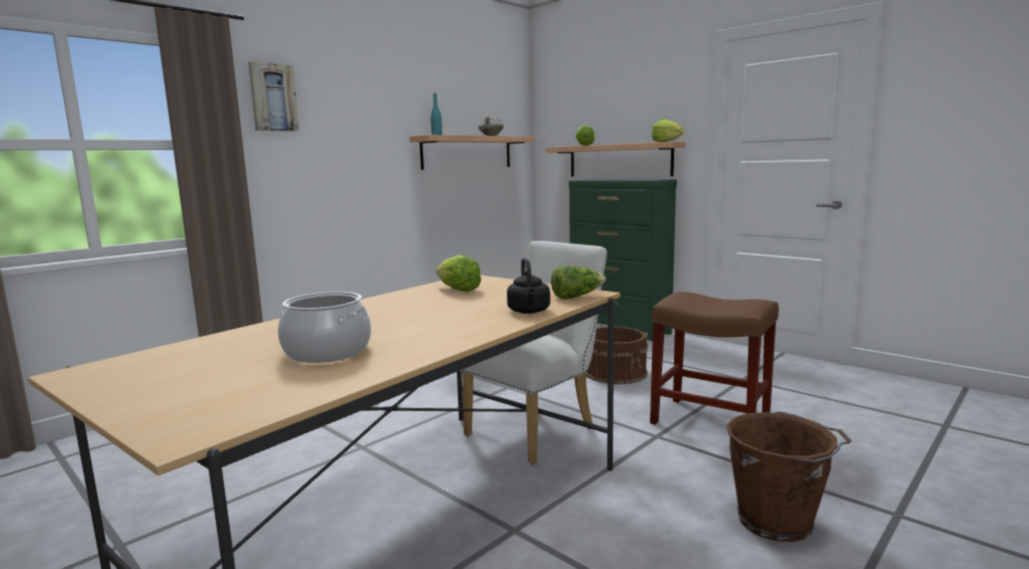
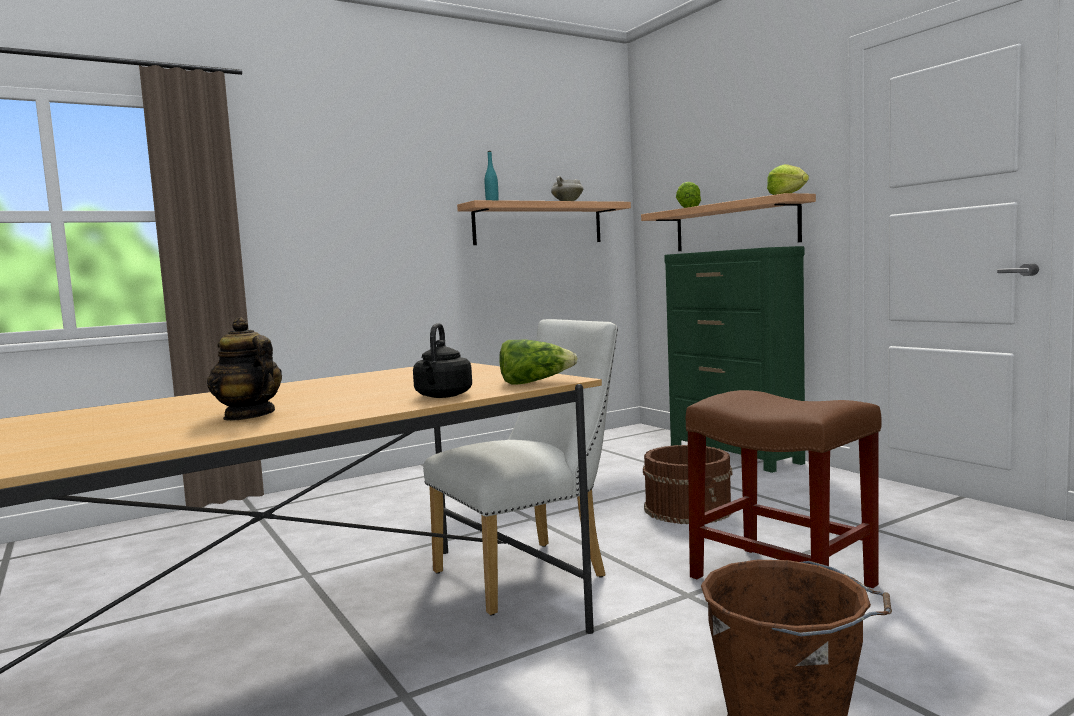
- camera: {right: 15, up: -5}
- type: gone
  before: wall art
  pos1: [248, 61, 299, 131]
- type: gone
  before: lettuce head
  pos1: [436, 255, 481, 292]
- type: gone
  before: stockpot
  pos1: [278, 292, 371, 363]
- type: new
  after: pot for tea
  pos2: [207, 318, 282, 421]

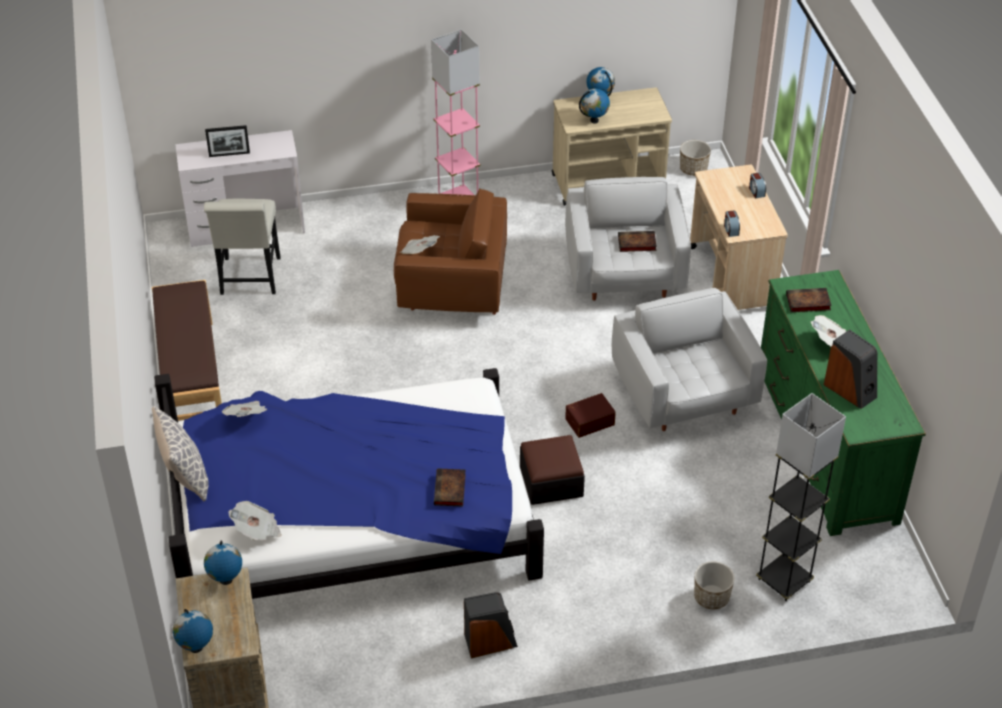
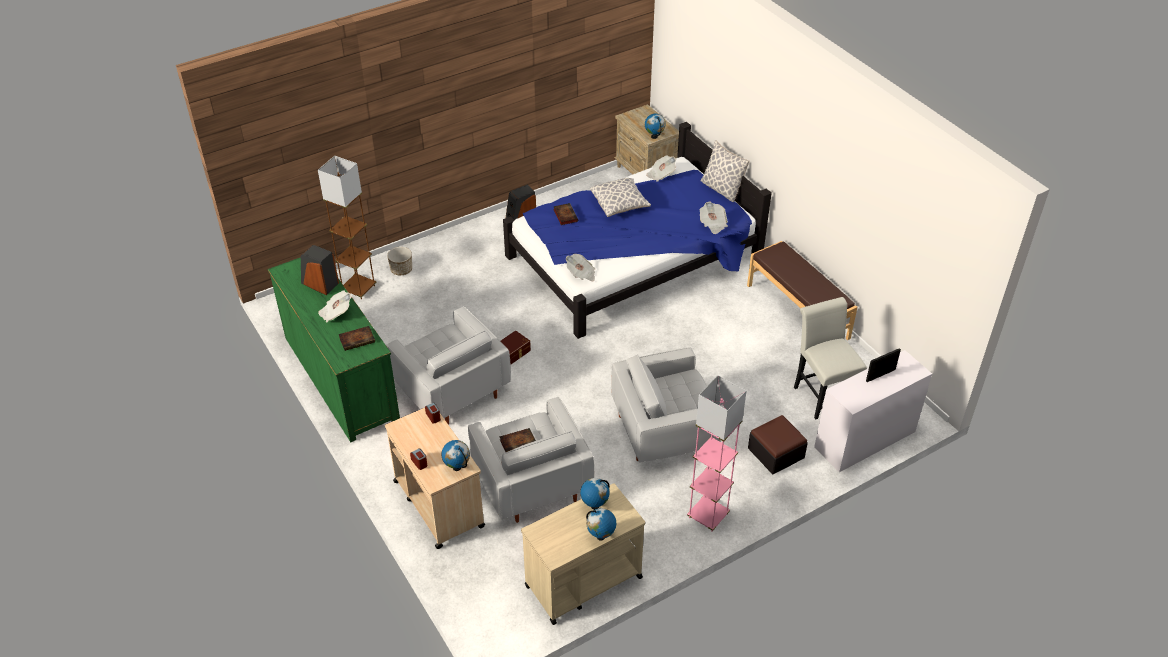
- camera: {right: 160, up: 0}
- type: gone
  before: planter
  pos1: [680, 140, 711, 176]
- type: repainted
  before: armchair in brownish
  after: armchair in white-coloured
  pos1: [394, 188, 507, 315]
  pos2: [611, 347, 721, 462]
- type: shifted
  before: printed paper
  pos1: [400, 235, 440, 254]
  pos2: [566, 254, 595, 281]
- type: repainted
  before: standard lamp in greyish
  after: standard lamp in brownish
  pos1: [756, 393, 846, 601]
  pos2: [318, 156, 376, 299]
- type: shifted
  before: footrest
  pos1: [520, 435, 585, 505]
  pos2: [748, 415, 808, 474]
- type: shifted
  before: desk globe
  pos1: [173, 609, 213, 653]
  pos2: [441, 440, 470, 471]
- type: new
  after: cushion
  pos2: [590, 178, 651, 217]

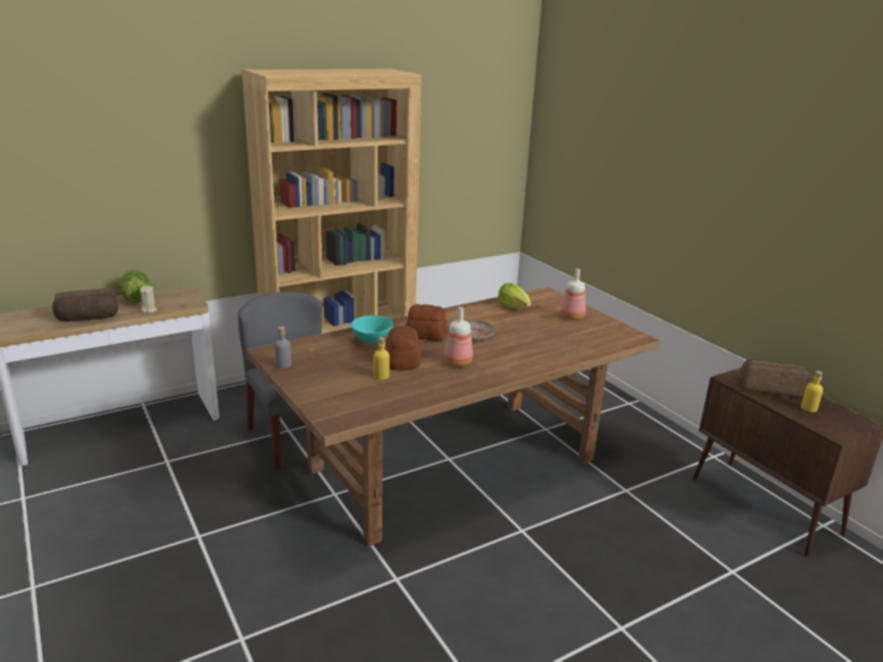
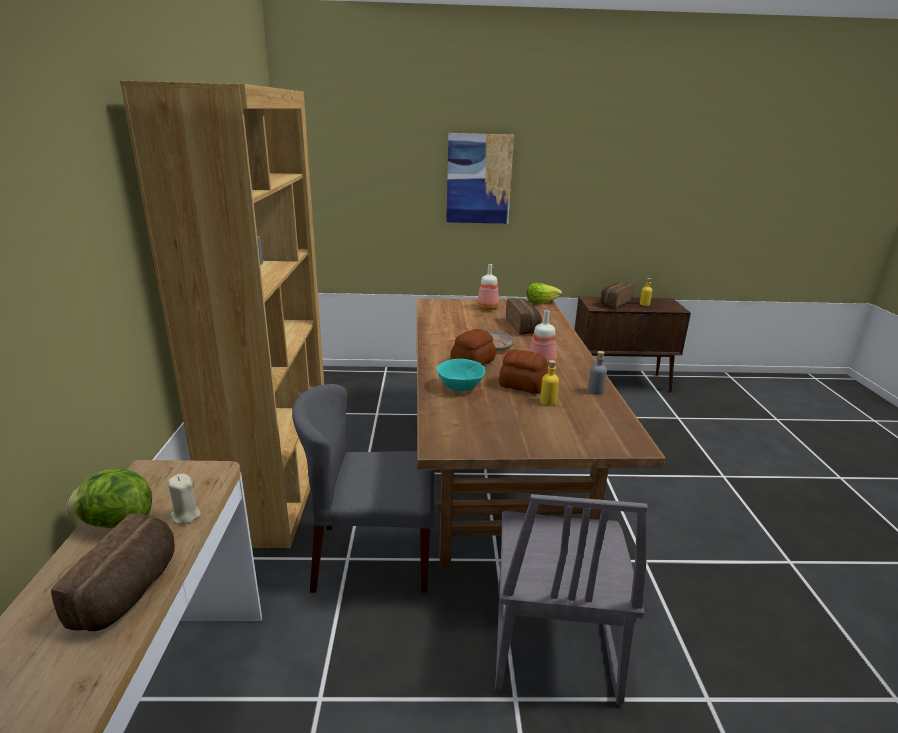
- camera: {right: -60, up: 0}
- type: shifted
  before: lettuce head
  pos1: [498, 283, 531, 308]
  pos2: [527, 283, 562, 303]
- type: shifted
  before: bottle in greyish
  pos1: [275, 327, 291, 369]
  pos2: [588, 351, 607, 395]
- type: new
  after: wall art
  pos2: [446, 133, 514, 224]
- type: new
  after: baked bread
  pos2: [506, 298, 542, 335]
- type: new
  after: chair in greyish
  pos2: [495, 494, 648, 705]

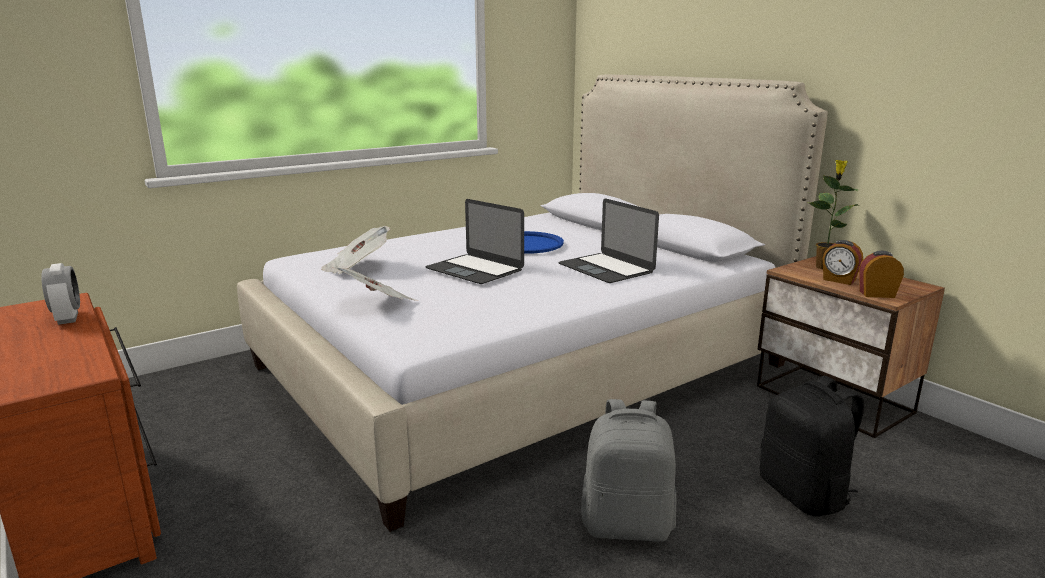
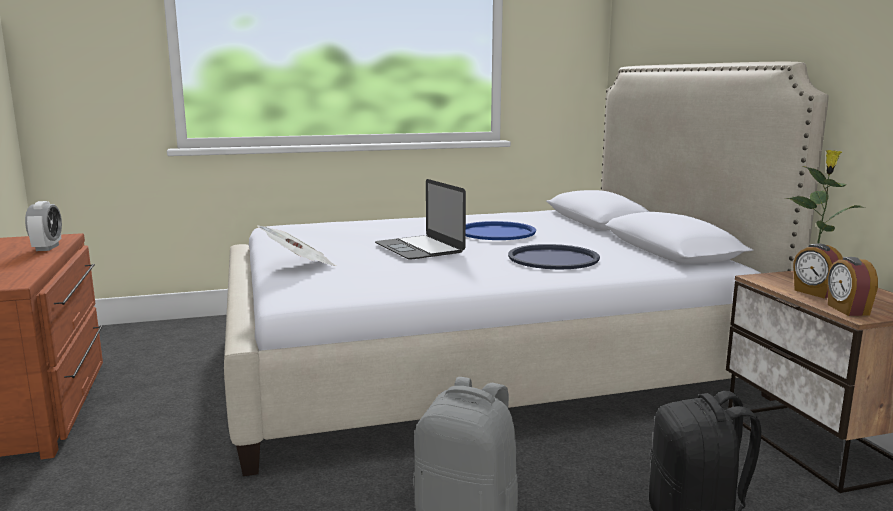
- camera: {right: 20, up: -5}
- type: swapped
  before: notebook computer
  after: carrying tray in blue-coloured
  pos1: [558, 198, 659, 283]
  pos2: [508, 244, 600, 269]
- type: gone
  before: printed paper
  pos1: [321, 226, 390, 274]
- type: rotated
  before: bedside clock
  pos1: [859, 251, 904, 298]
  pos2: [828, 257, 878, 316]
  turn: -120

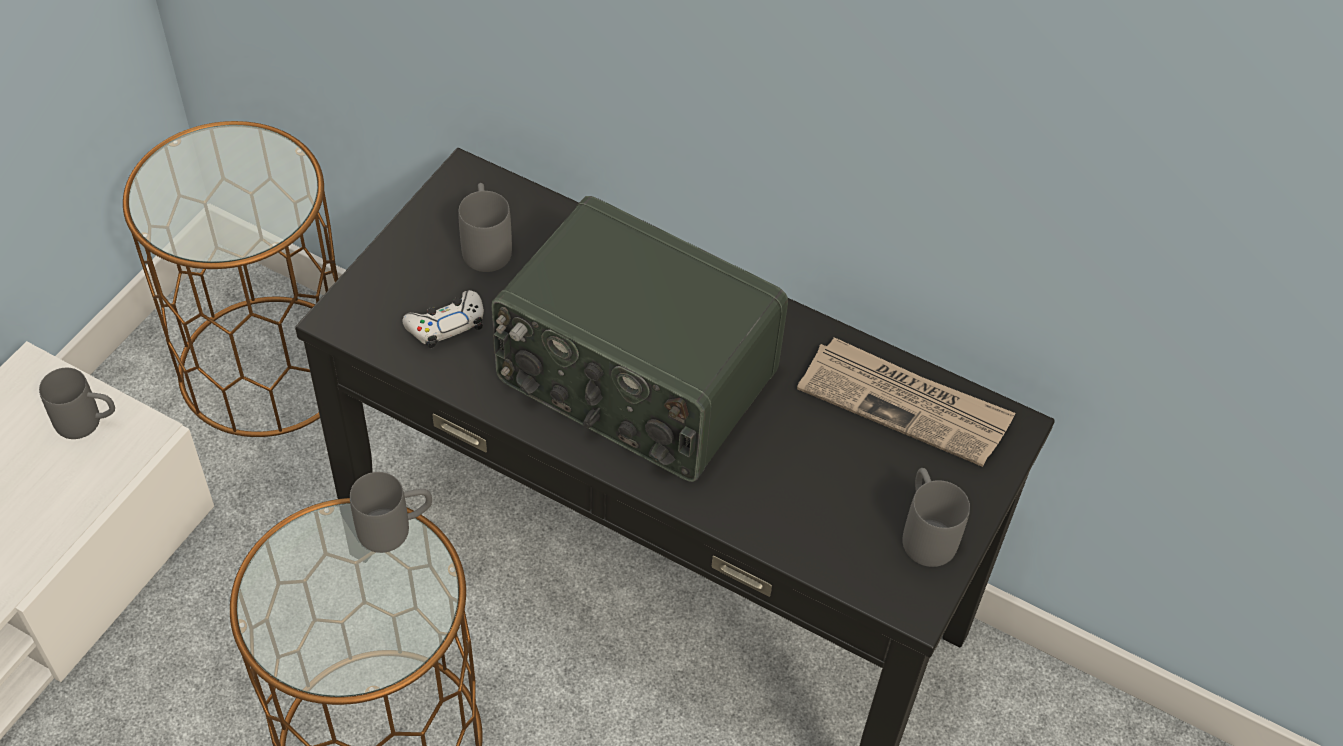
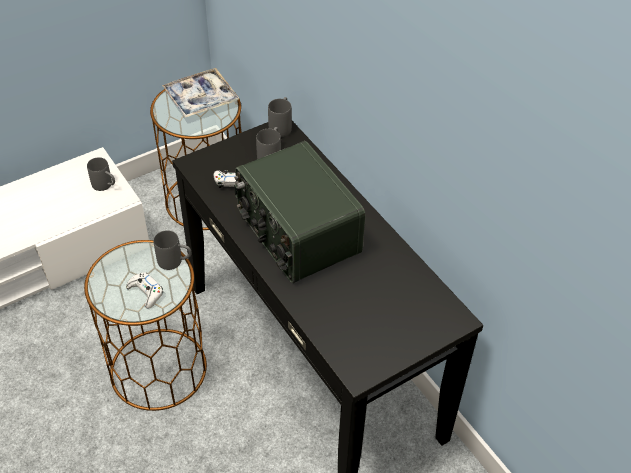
- camera: {right: 30, up: -5}
- type: gone
  before: printed paper
  pos1: [797, 337, 1016, 467]
- type: shifted
  before: tea mug in greyish
  pos1: [902, 468, 970, 567]
  pos2: [268, 97, 292, 137]
- type: new
  after: carrying tray
  pos2: [162, 68, 239, 118]
- type: new
  after: gamepad in white-coloured
  pos2: [126, 272, 163, 309]

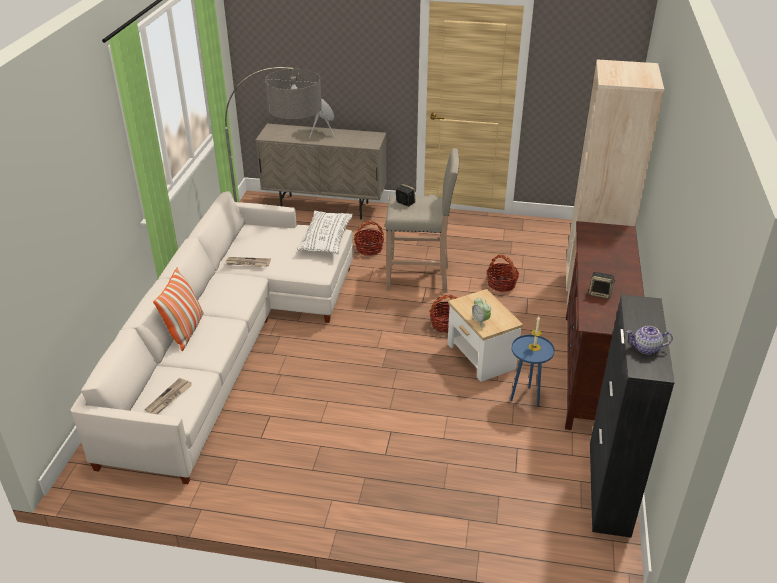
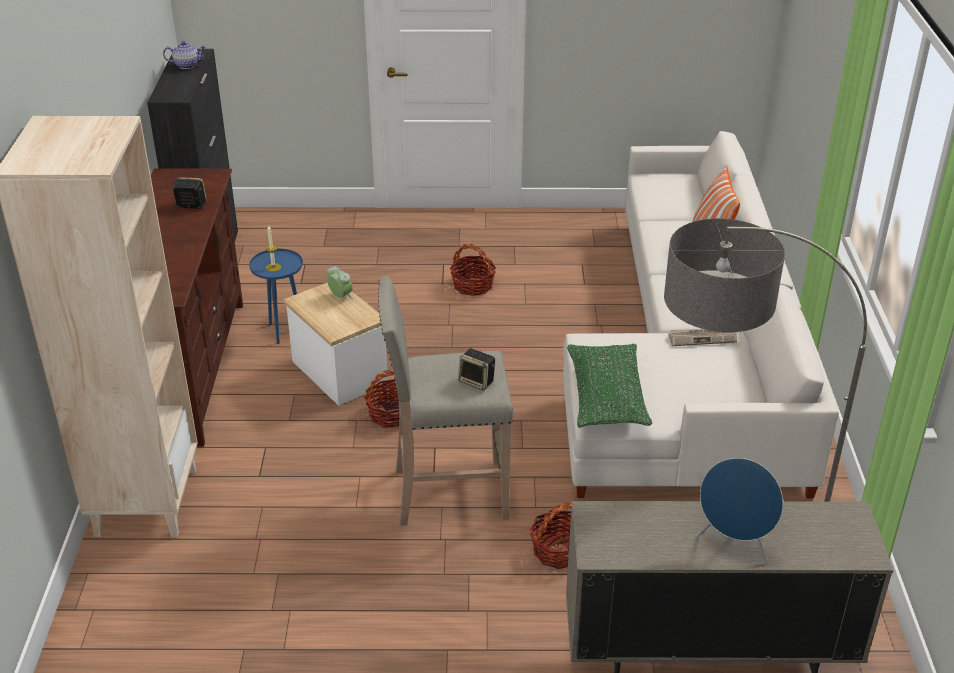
- camera: {right: 170, up: 0}
- type: repainted
  before: cushion in white-coloured
  after: cushion in green
  pos1: [297, 210, 353, 254]
  pos2: [567, 344, 652, 428]
- type: shifted
  before: basket
  pos1: [487, 255, 519, 292]
  pos2: [450, 244, 496, 296]
- type: gone
  before: printed paper
  pos1: [145, 378, 192, 414]

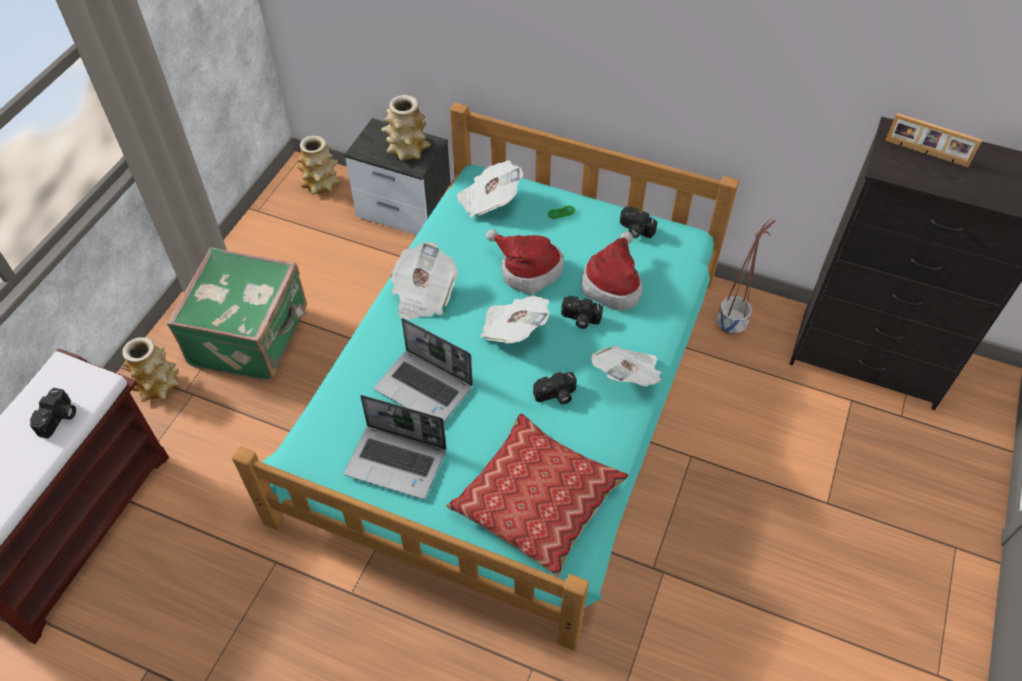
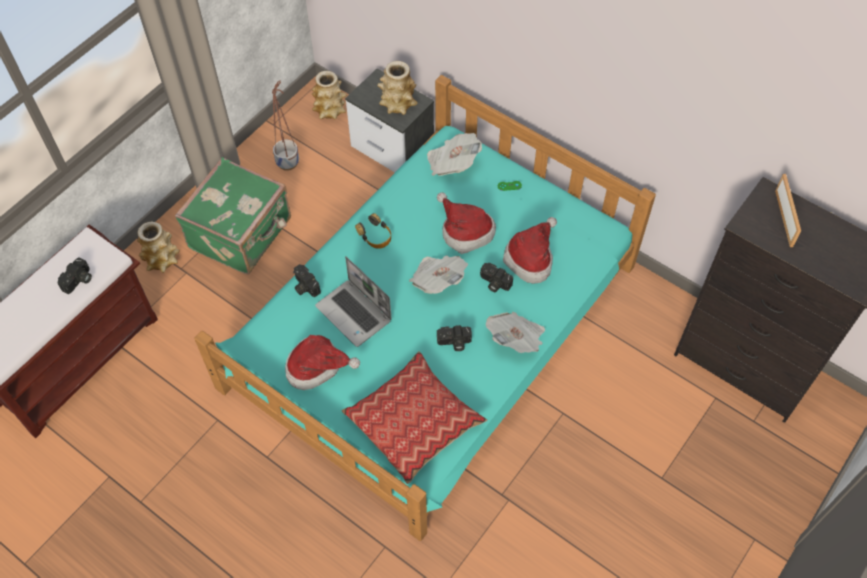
- camera: {right: 15, up: 5}
- type: rotated
  before: photo frame
  pos1: [885, 113, 982, 167]
  pos2: [775, 174, 801, 247]
  turn: -135
- type: shifted
  before: photo camera
  pos1: [620, 206, 657, 238]
  pos2: [293, 264, 321, 297]
- type: shifted
  before: planter
  pos1: [717, 218, 776, 335]
  pos2: [272, 81, 299, 171]
- type: swapped
  before: printed paper
  after: headset
  pos1: [390, 242, 458, 320]
  pos2: [355, 213, 391, 249]
- type: swapped
  before: notebook computer
  after: wearable hat
  pos1: [344, 395, 447, 499]
  pos2: [285, 335, 360, 390]

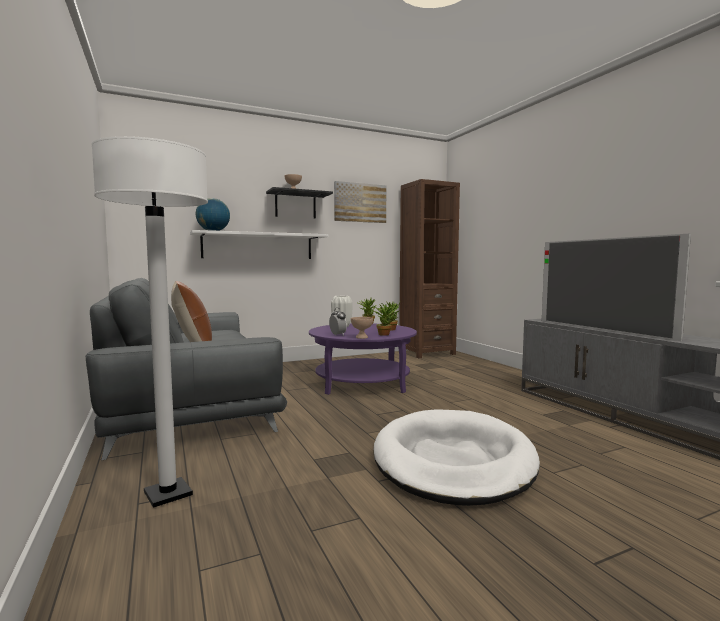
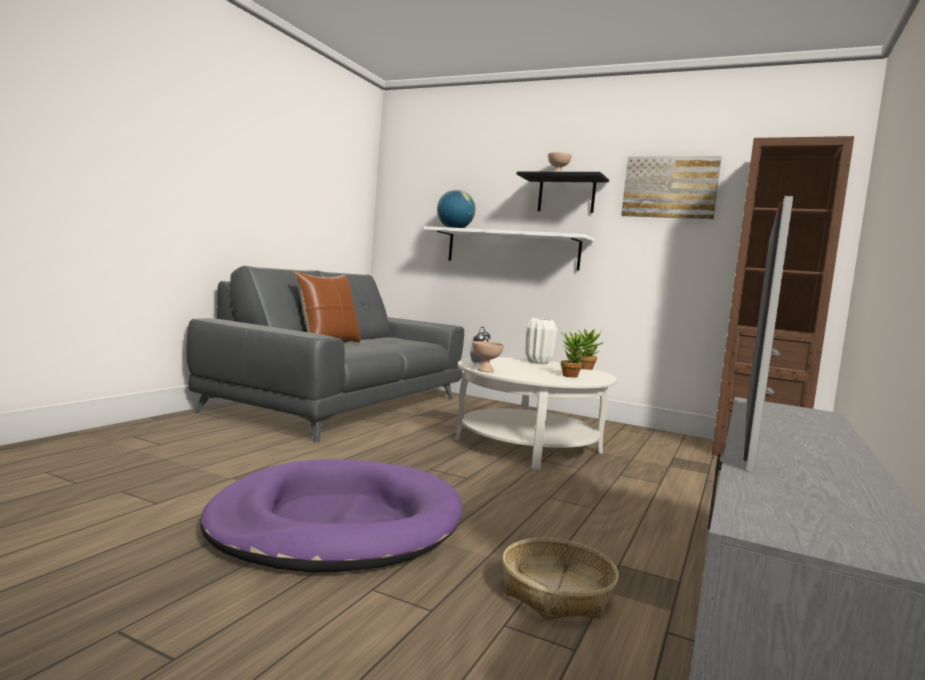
- camera: {right: 50, up: 0}
- type: gone
  before: standard lamp in white-coloured
  pos1: [91, 136, 208, 508]
- type: gone
  before: potted plant
  pos1: [373, 304, 395, 336]
- type: repainted
  before: coffee table in purple-coloured
  after: coffee table in white-coloured
  pos1: [309, 323, 417, 395]
  pos2: [455, 357, 617, 470]
- type: repainted
  before: dog bed in white-coloured
  after: dog bed in purple-coloured
  pos1: [373, 409, 540, 506]
  pos2: [200, 459, 462, 572]
- type: new
  after: basket
  pos2: [502, 538, 619, 620]

